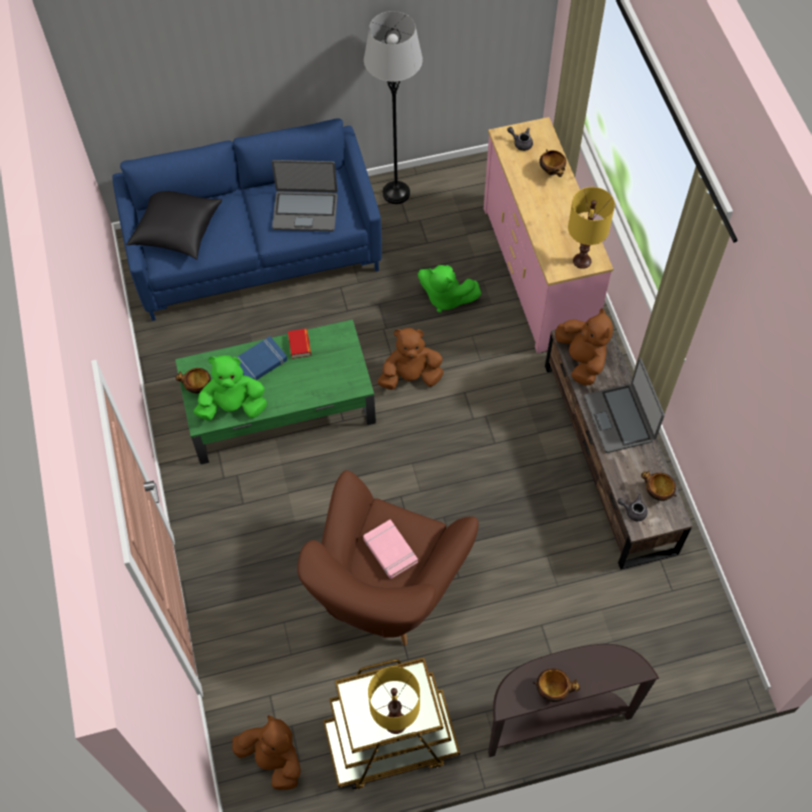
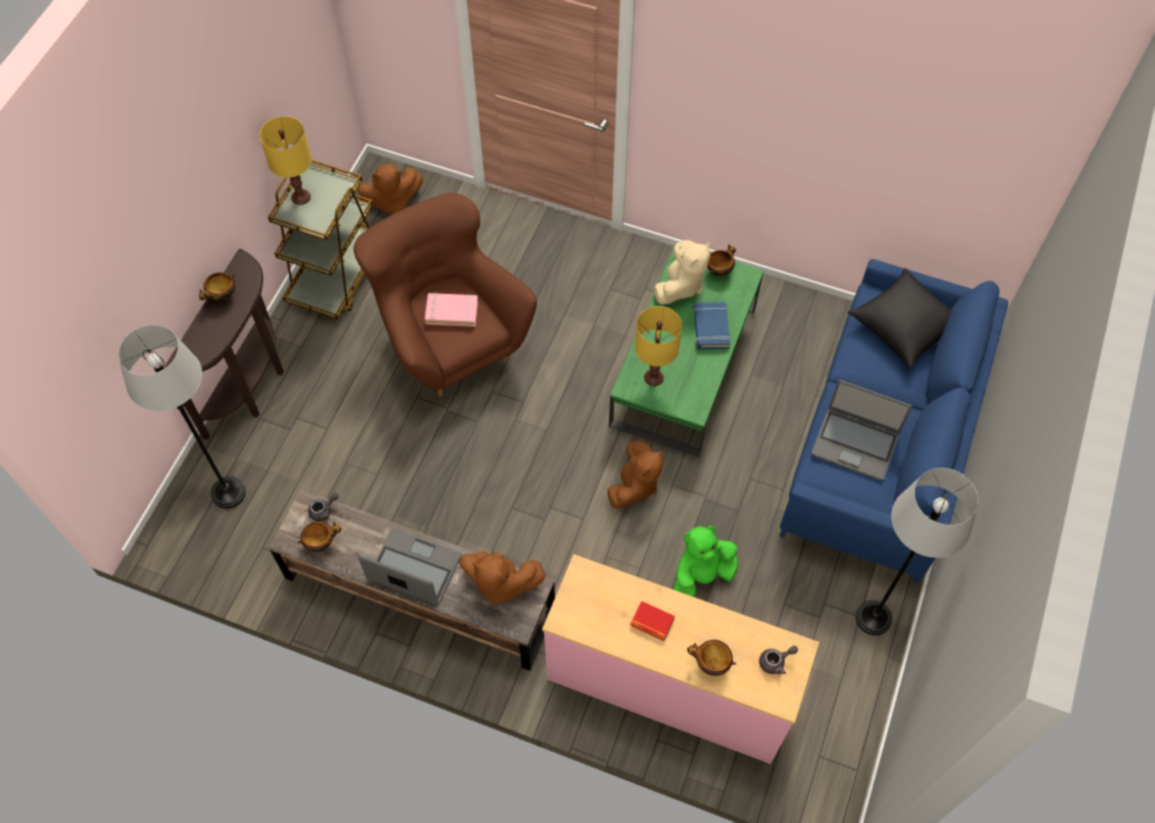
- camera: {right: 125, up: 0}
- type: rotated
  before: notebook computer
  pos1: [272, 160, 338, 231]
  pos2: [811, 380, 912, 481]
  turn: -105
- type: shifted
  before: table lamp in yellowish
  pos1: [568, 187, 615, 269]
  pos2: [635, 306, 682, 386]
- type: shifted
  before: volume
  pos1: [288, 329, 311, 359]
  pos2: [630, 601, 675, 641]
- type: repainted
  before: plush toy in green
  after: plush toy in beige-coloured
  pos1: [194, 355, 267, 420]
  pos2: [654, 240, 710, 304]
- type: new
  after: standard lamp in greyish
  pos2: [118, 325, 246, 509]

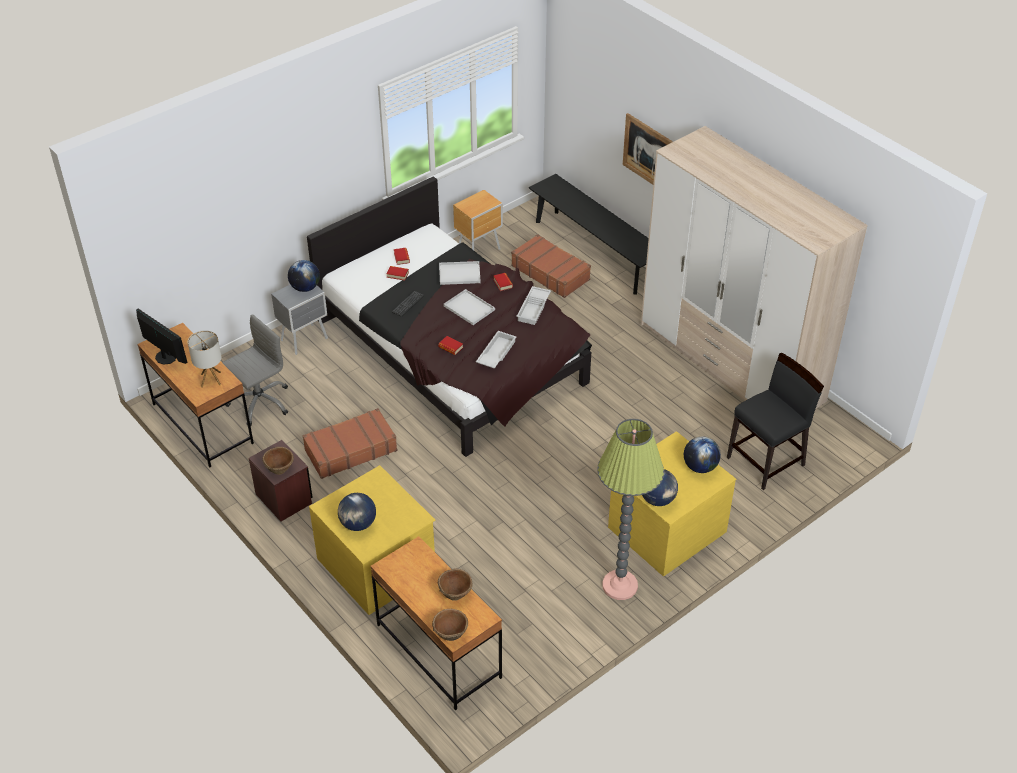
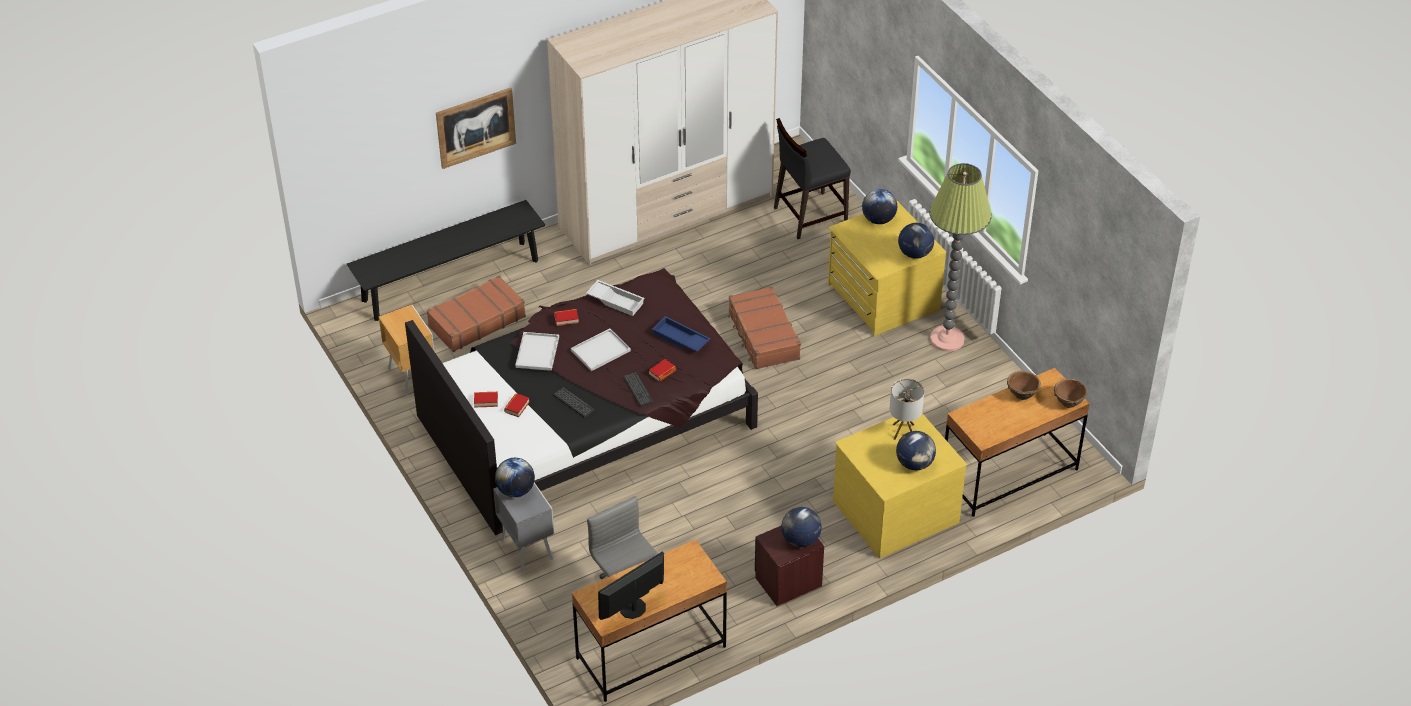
- camera: {right: -80, up: 0}
- type: shifted
  before: table lamp
  pos1: [188, 330, 222, 387]
  pos2: [889, 379, 924, 440]
- type: repainted
  before: carrying tray in white-coloured
  after: carrying tray in blue-coloured
  pos1: [476, 331, 516, 368]
  pos2: [652, 316, 711, 352]
- type: rotated
  before: chair in black
  pos1: [727, 353, 824, 490]
  pos2: [774, 118, 851, 239]
  turn: -90
- type: shifted
  before: travel case in brownish
  pos1: [303, 408, 397, 479]
  pos2: [728, 286, 801, 369]
- type: swapped
  before: deep dish in brownish
  after: desk globe
  pos1: [262, 447, 294, 475]
  pos2: [781, 507, 822, 547]
- type: new
  after: PC keyboard
  pos2: [623, 372, 653, 407]

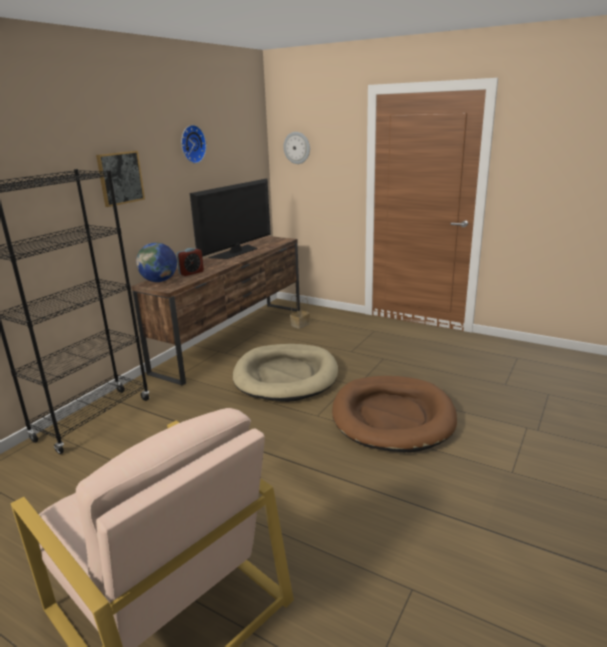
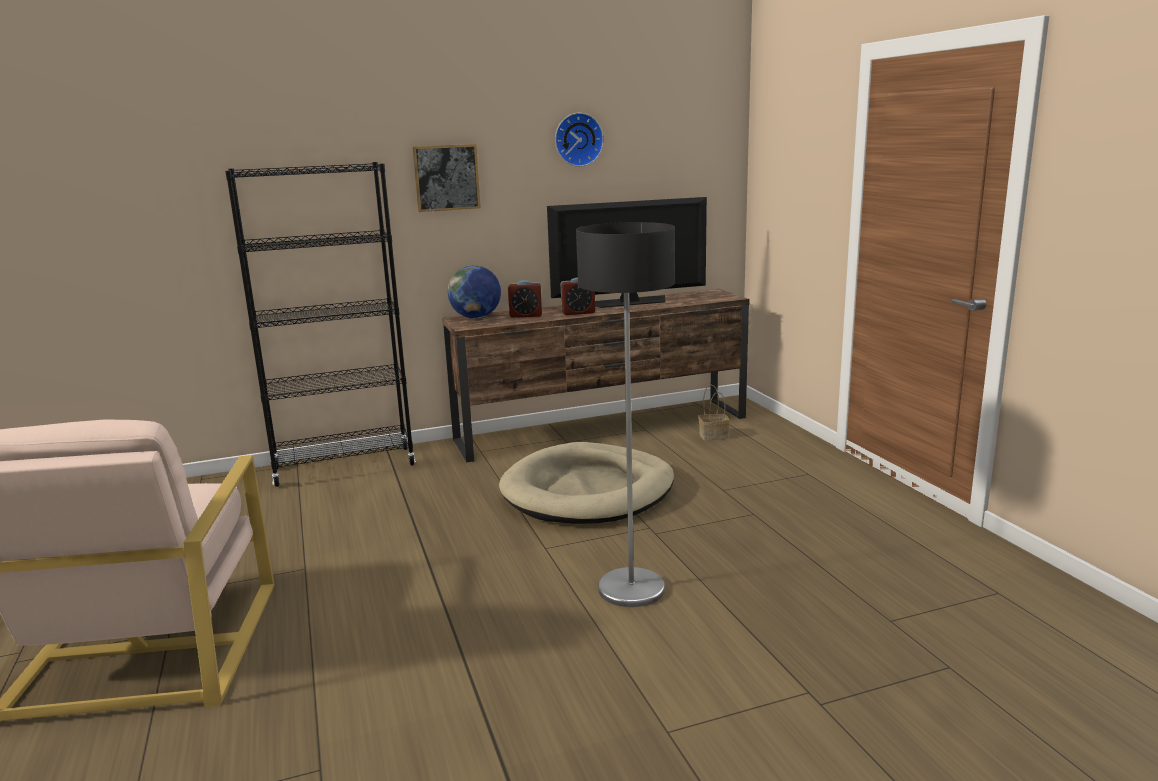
- camera: {right: 40, up: -5}
- type: gone
  before: wall clock
  pos1: [284, 132, 310, 164]
- type: swapped
  before: dog bed in brownish
  after: standard lamp
  pos1: [332, 376, 457, 452]
  pos2: [576, 222, 675, 607]
- type: new
  after: bedside clock
  pos2: [561, 278, 595, 315]

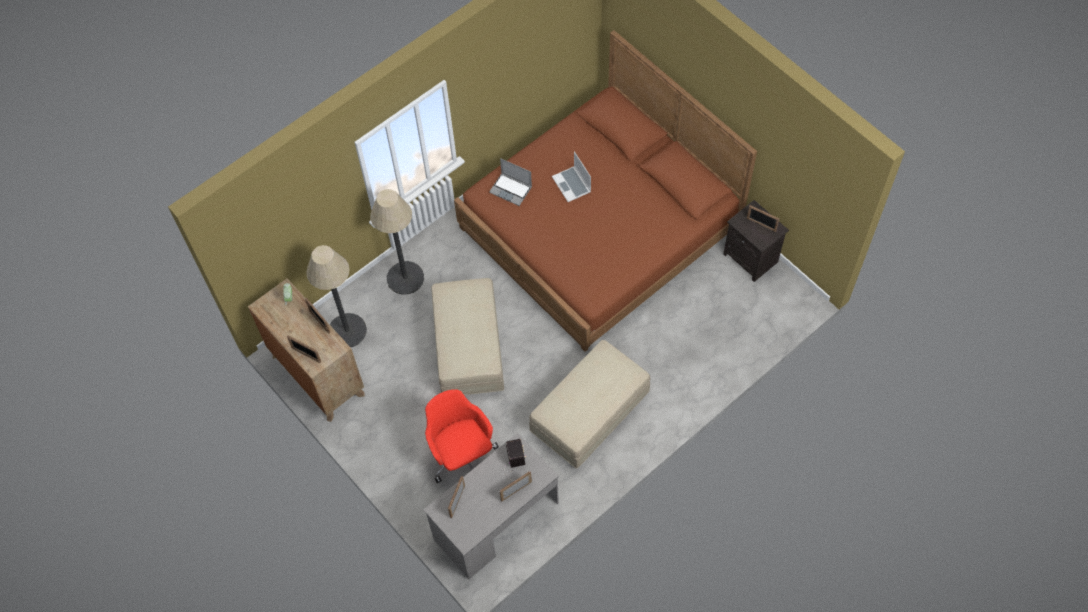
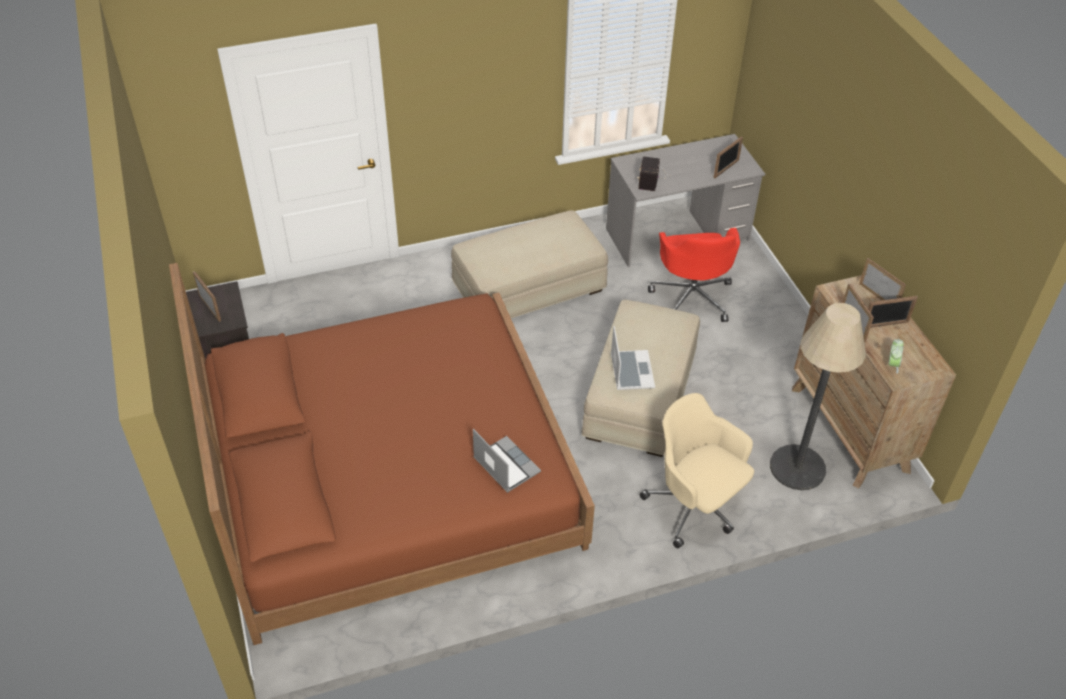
- camera: {right: -160, up: -15}
- type: shifted
  before: notebook computer
  pos1: [552, 151, 591, 202]
  pos2: [611, 326, 655, 390]
- type: swapped
  before: standard lamp
  after: computer chair in beige-coloured
  pos1: [370, 189, 424, 295]
  pos2: [640, 393, 754, 548]
- type: shifted
  before: photo frame
  pos1: [500, 471, 532, 501]
  pos2: [868, 296, 918, 328]

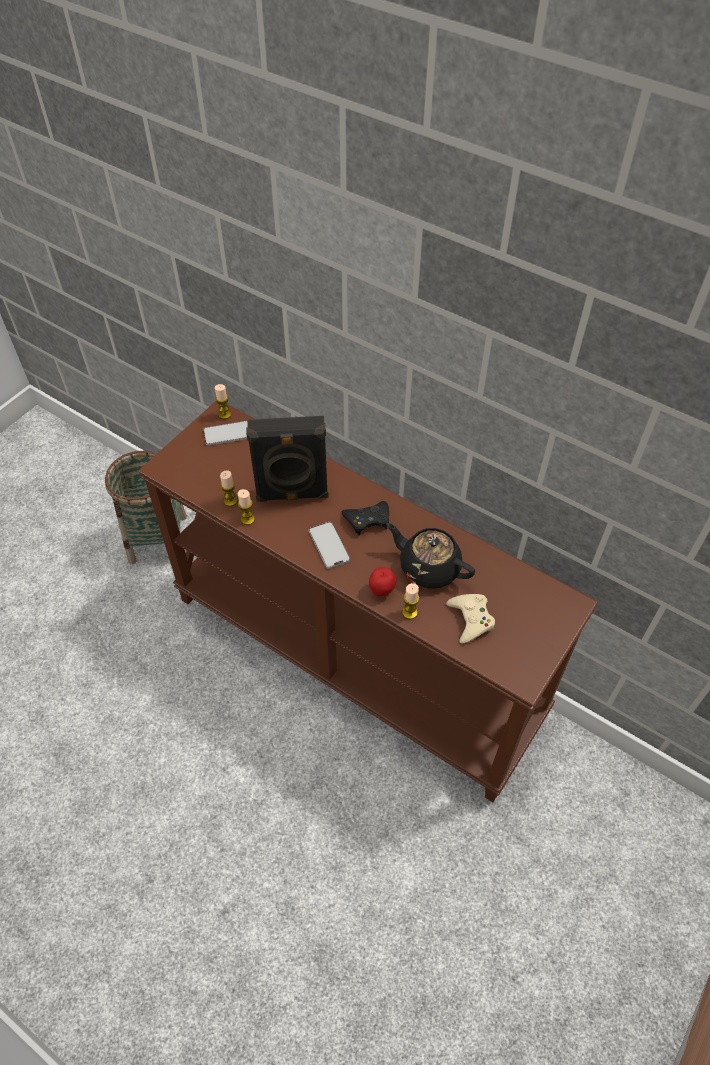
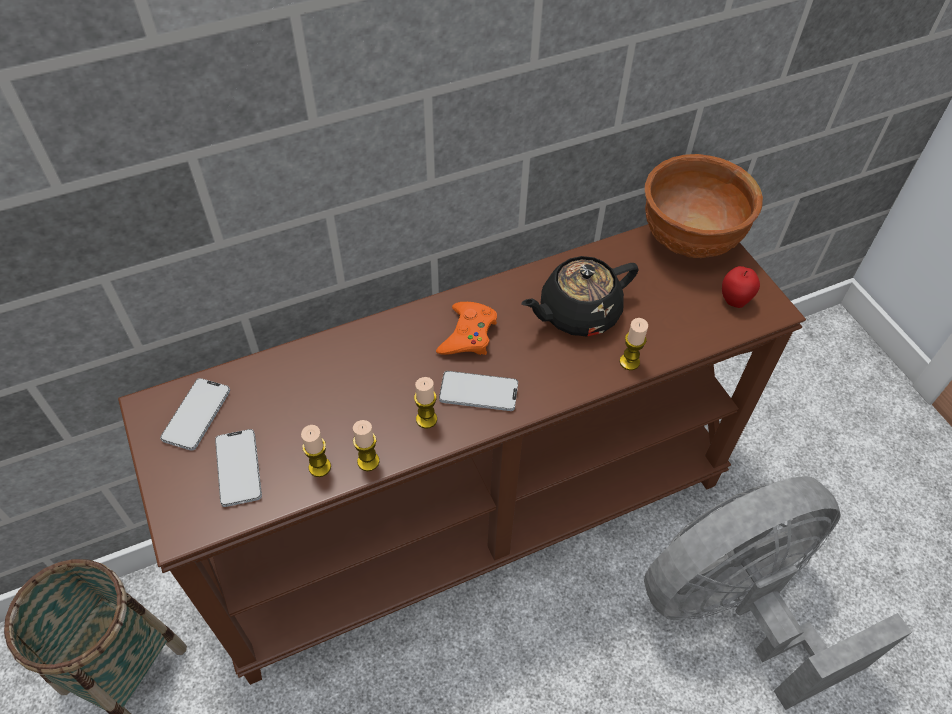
- camera: {right: -60, up: 0}
- type: shifted
  before: wax light
  pos1: [215, 384, 231, 419]
  pos2: [414, 377, 437, 429]
- type: gone
  before: audio speaker in black
  pos1: [246, 416, 329, 502]
- type: repainted
  before: gamepad in black
  after: gamepad in orangey
  pos1: [342, 501, 389, 536]
  pos2: [436, 302, 497, 355]
- type: shifted
  before: whole apple
  pos1: [369, 567, 397, 596]
  pos2: [722, 266, 760, 308]
- type: gone
  before: gamepad in beige-coloured
  pos1: [446, 594, 495, 643]
- type: new
  after: deep dish in brownish
  pos2: [645, 154, 763, 258]
- type: new
  after: handset
  pos2: [215, 429, 262, 507]
- type: new
  after: fan in greyish
  pos2: [644, 476, 912, 710]

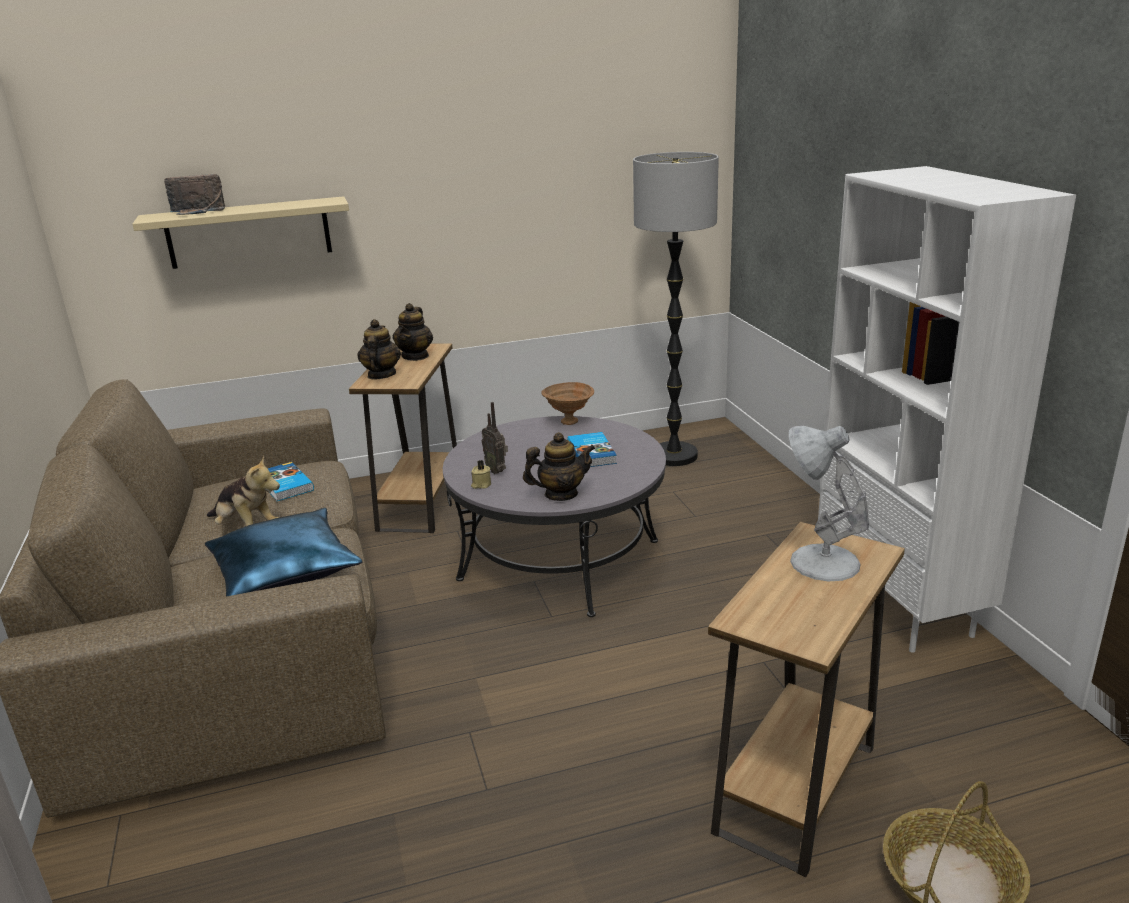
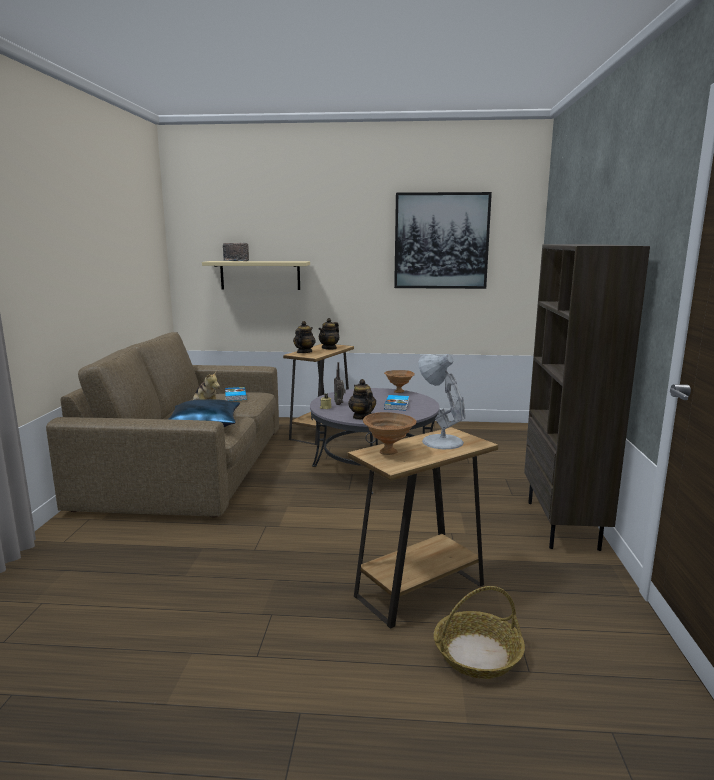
- camera: {right: 20, up: -10}
- type: gone
  before: standard lamp
  pos1: [633, 152, 719, 466]
- type: repainted
  before: bookshelf in white-coloured
  after: bookshelf in brownish
  pos1: [818, 166, 1076, 653]
  pos2: [524, 244, 650, 551]
- type: rotated
  before: pot for tea
  pos1: [523, 432, 595, 501]
  pos2: [348, 379, 376, 420]
  turn: -120
- type: new
  after: wall art
  pos2: [394, 192, 492, 289]
- type: new
  after: deep dish in brownish
  pos2: [363, 412, 416, 455]

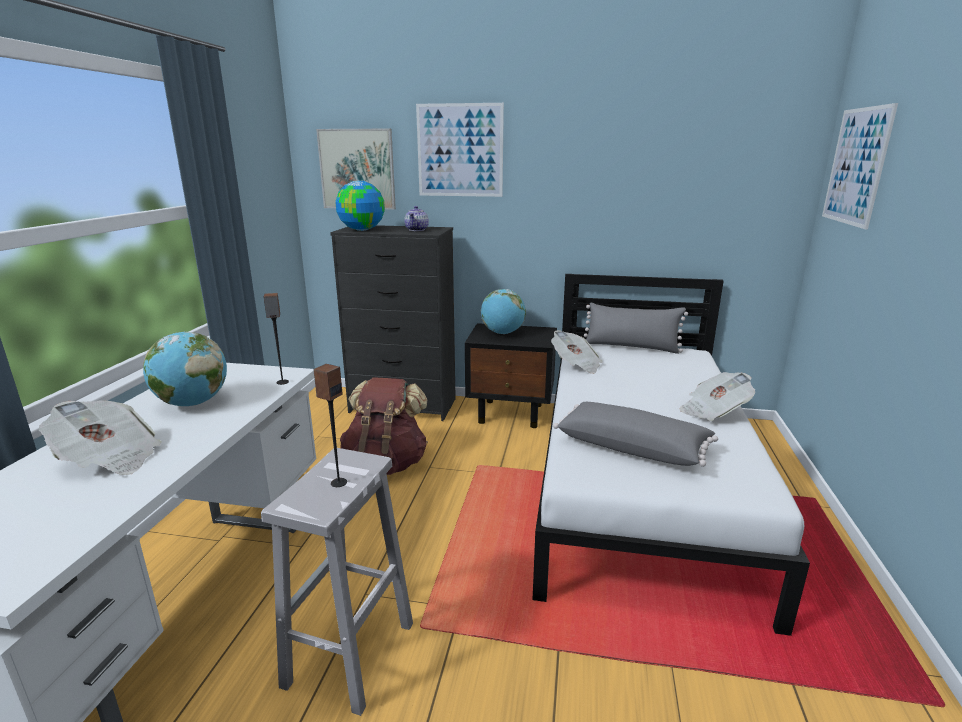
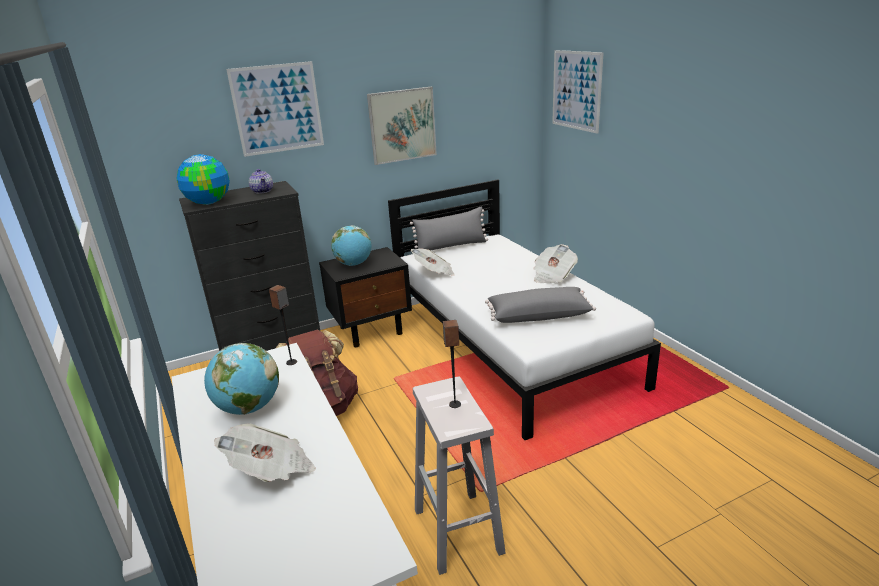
- camera: {right: -35, up: 5}
- type: shifted
  before: wall art
  pos1: [316, 129, 396, 210]
  pos2: [367, 87, 437, 165]

